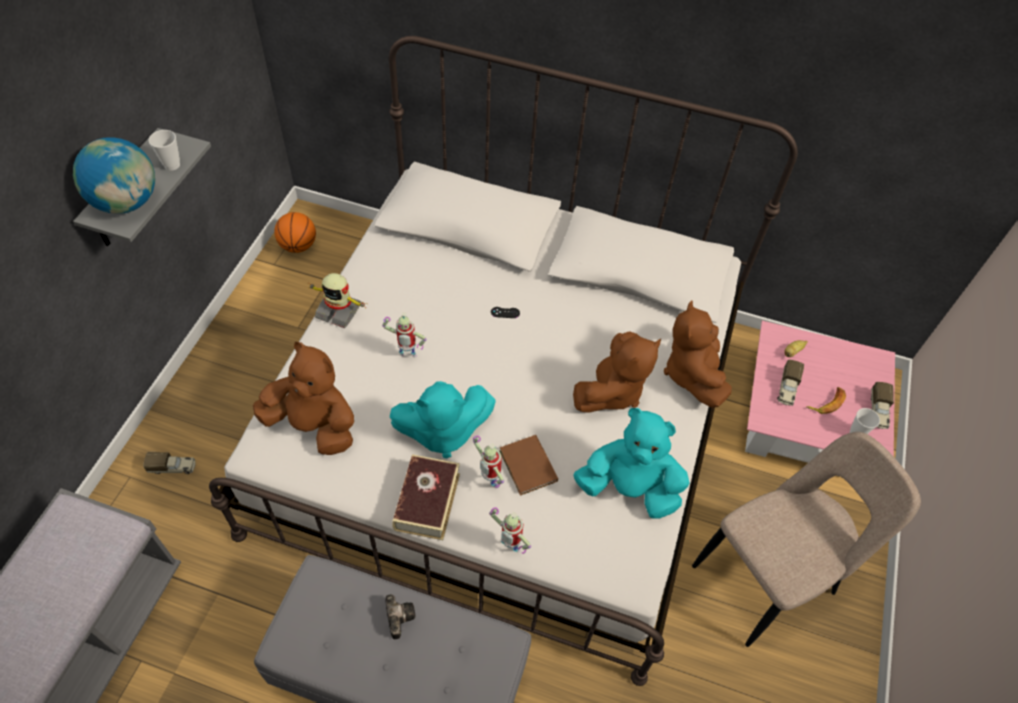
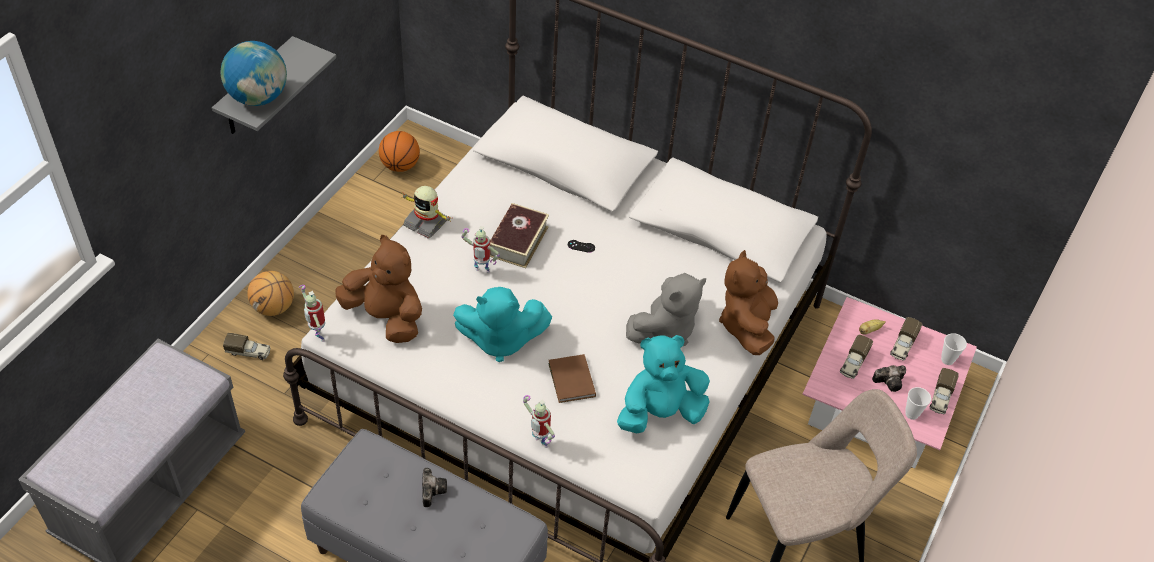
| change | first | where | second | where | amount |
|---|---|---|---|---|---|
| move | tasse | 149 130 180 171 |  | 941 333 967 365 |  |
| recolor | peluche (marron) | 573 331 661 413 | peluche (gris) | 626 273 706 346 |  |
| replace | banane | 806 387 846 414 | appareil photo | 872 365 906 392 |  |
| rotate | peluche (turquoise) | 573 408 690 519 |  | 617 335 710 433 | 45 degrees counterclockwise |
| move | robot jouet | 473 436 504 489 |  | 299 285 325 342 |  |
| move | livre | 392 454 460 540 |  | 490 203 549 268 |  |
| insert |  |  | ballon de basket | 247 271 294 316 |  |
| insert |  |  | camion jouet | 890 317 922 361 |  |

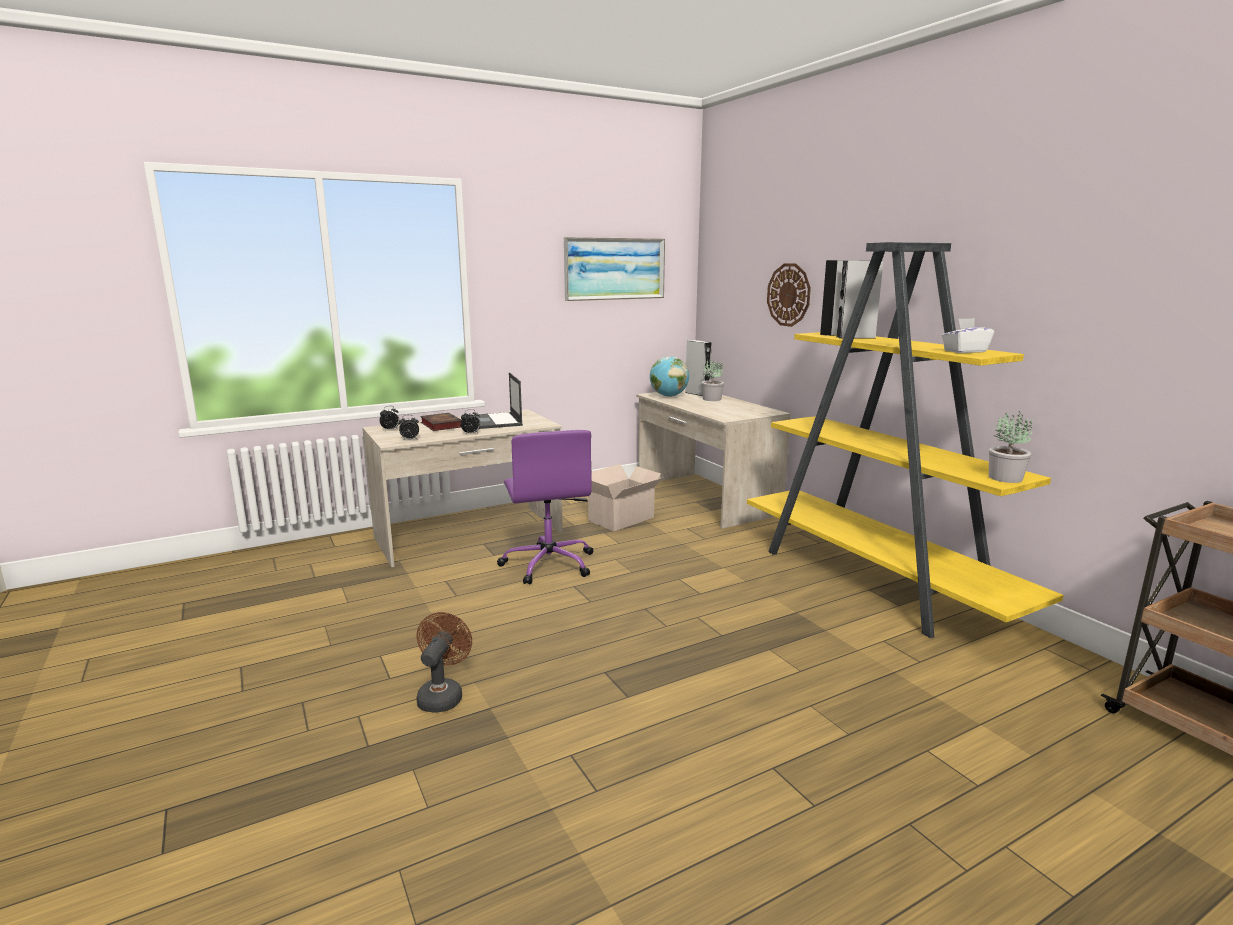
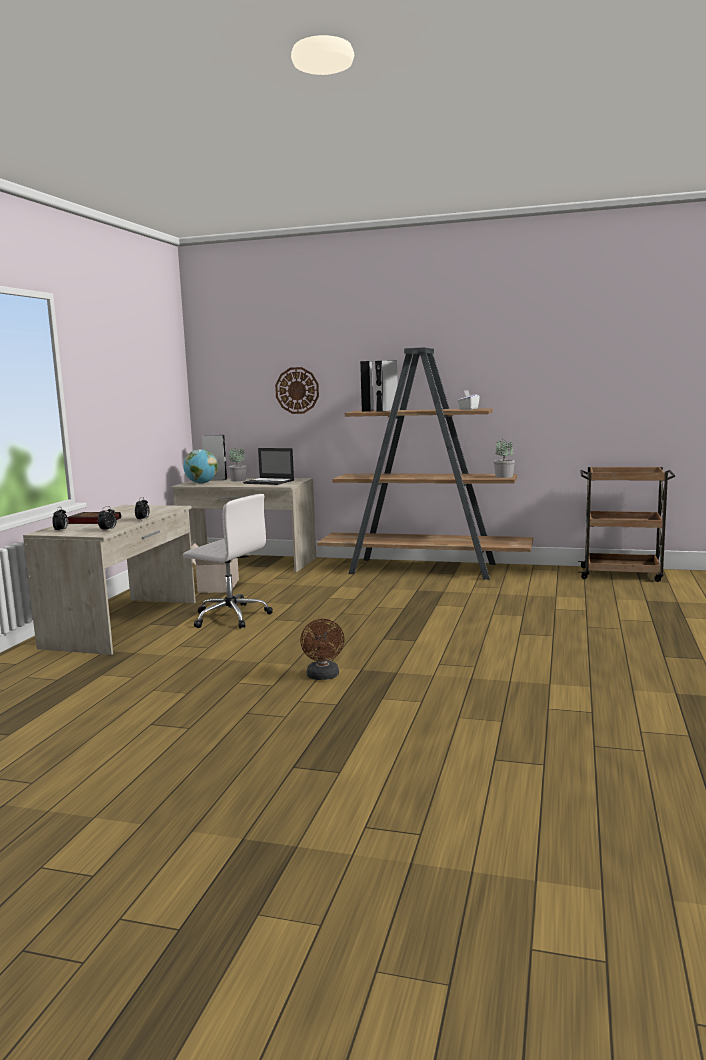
| change | first | where | second | where | amount |
|---|---|---|---|---|---|
| delete | tableau | 564 237 665 301 |  |  |  |
| recolor | bibliothèque (jaune) | 747 242 1064 638 | bibliothèque (marron) | 317 348 533 580 |  |
| move | ordinateur portable | 474 372 523 429 |  | 243 448 294 485 |  |
| recolor | chaise de bureau (violet) | 497 430 594 585 | chaise de bureau (blanc) | 183 494 273 629 |  |
| rotate | ventilateur (marron) | 416 612 472 713 |  | 300 619 344 680 | 150 degrees counterclockwise |

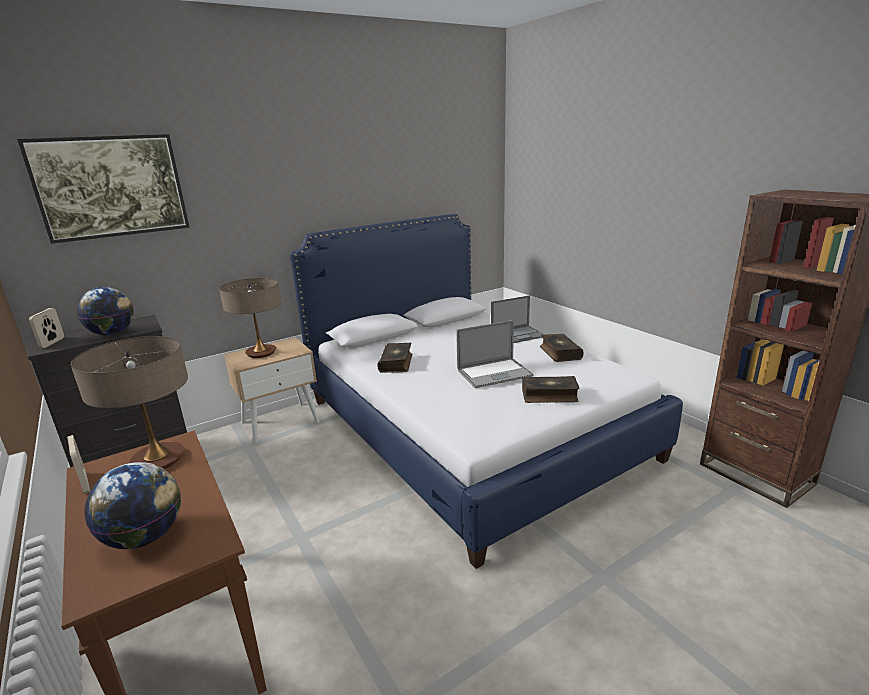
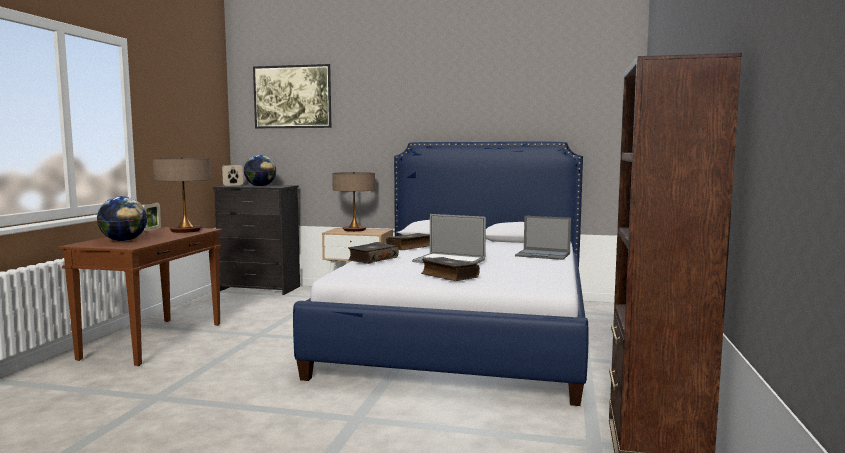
| change | first | where | second | where | amount |
|---|---|---|---|---|---|
| move | livre | 540 334 584 362 |  | 348 242 399 264 |  |

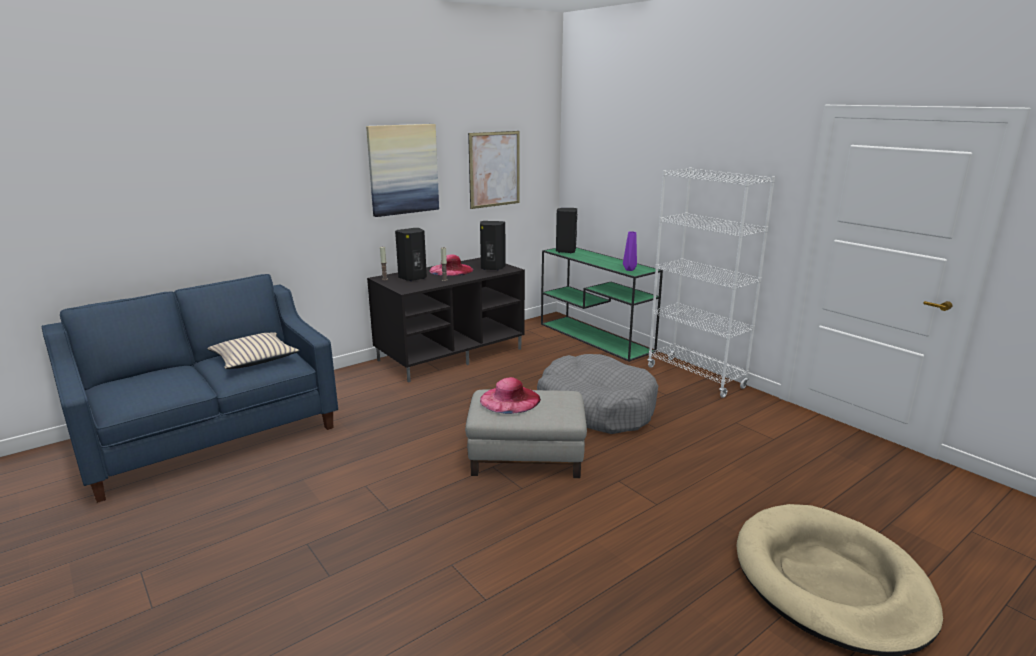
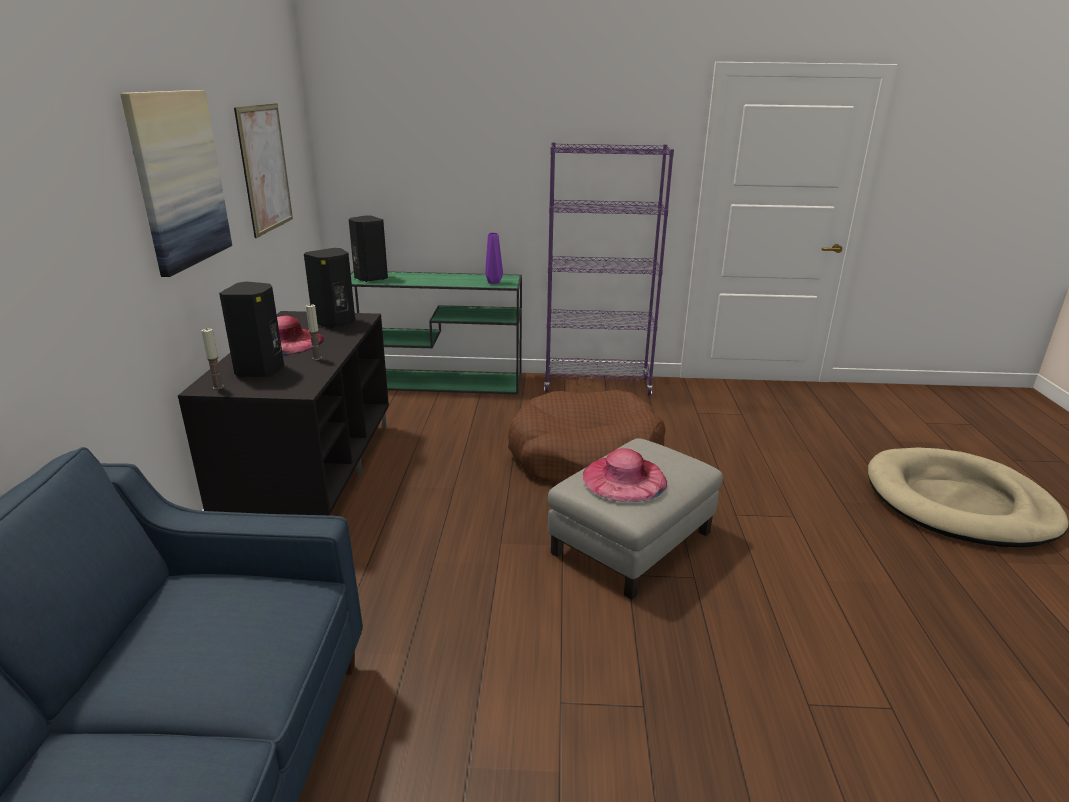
| change | first | where | second | where | amount |
|---|---|---|---|---|---|
| recolor | bibliothèque (blanc) | 648 167 775 398 | bibliothèque (violet) | 544 142 674 395 |  |
| delete | coussin (beige) | 207 332 300 369 |  |  |  |
| recolor | panier pour chien (gris) | 537 354 658 434 | panier pour chien (marron) | 508 390 666 483 |  |

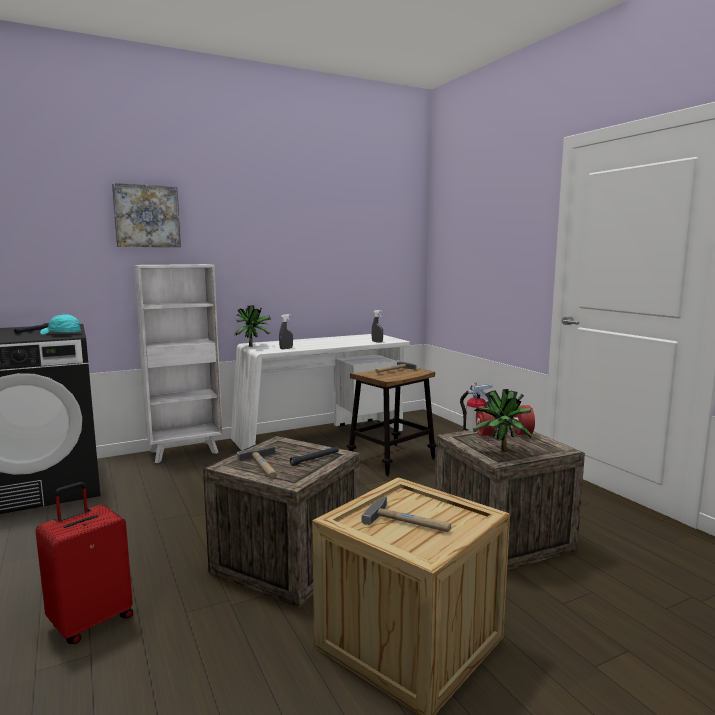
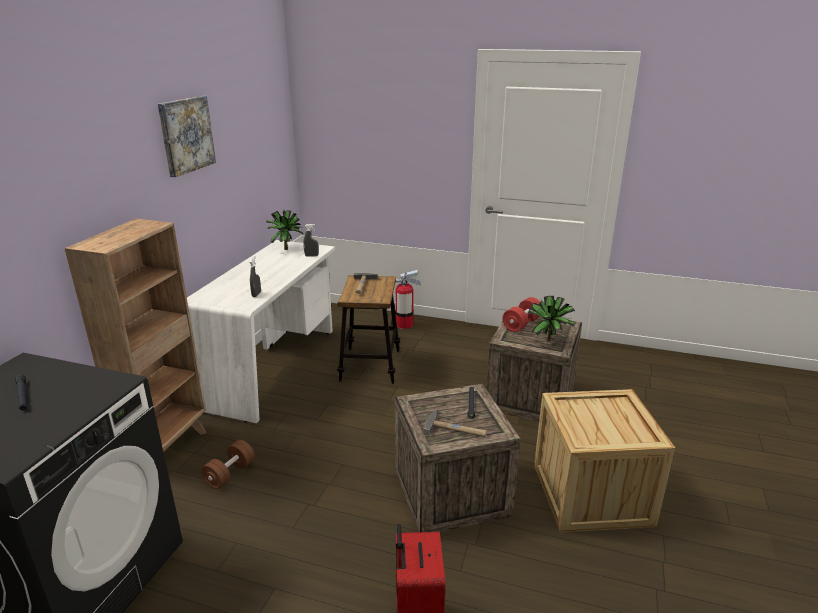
| change | first | where | second | where | amount |
|---|---|---|---|---|---|
| move | tableau | 112 183 181 247 |  | 158 96 216 177 |  |
| recolor | bibliothèque (blanc) | 134 264 222 463 | bibliothèque (marron) | 65 219 206 452 |  |
| move | plante en pot | 234 305 271 347 |  | 266 210 304 250 |  |
| delete | casquette (turquoise) | 40 314 81 335 |  |  |  |
| delete | marteau | 361 496 451 532 |  |  |  |
| insert |  |  | haltère (marron) | 201 440 255 489 |  |

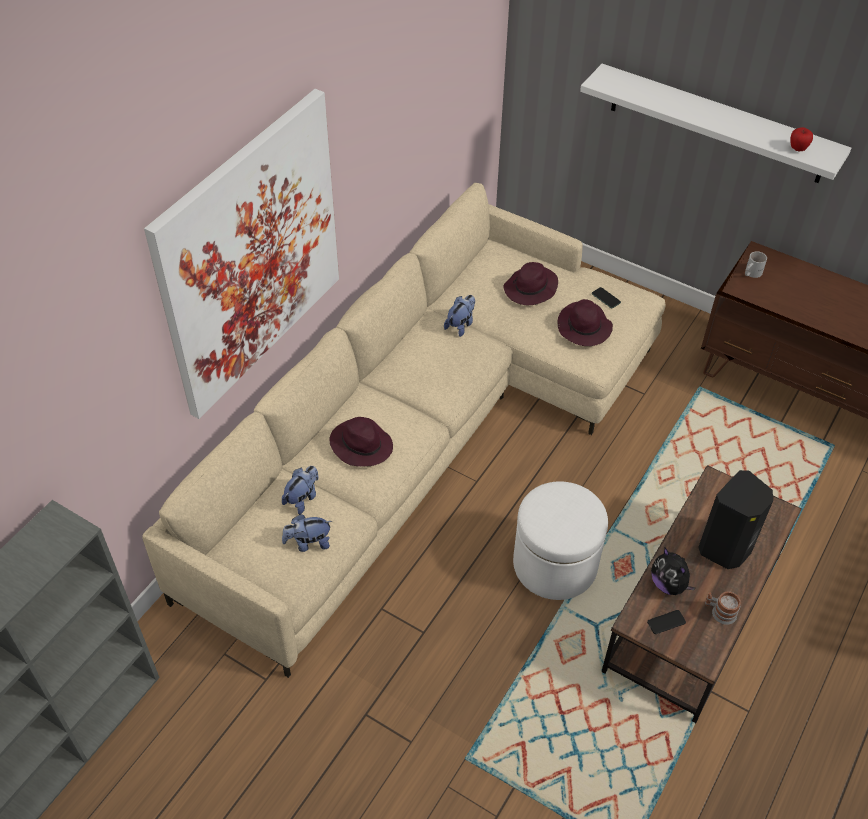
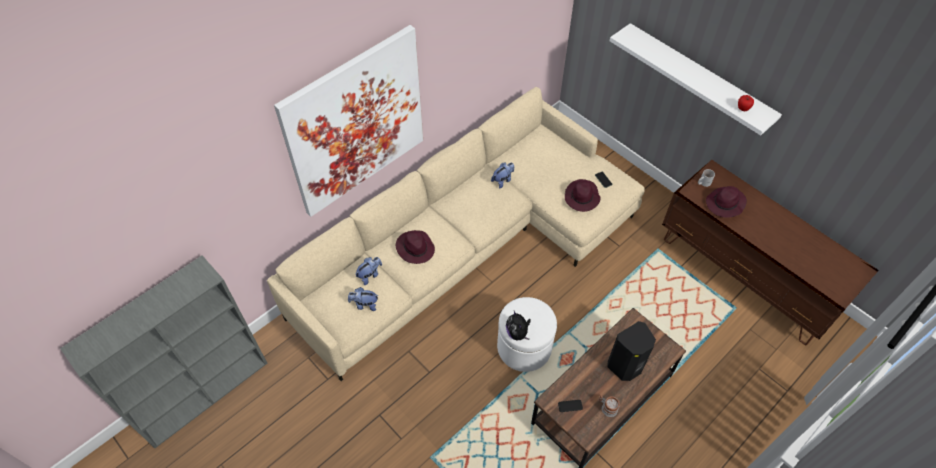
| change | first | where | second | where | amount |
|---|---|---|---|---|---|
| move | chapeau (violet) | 503 262 558 305 |  | 706 186 747 218 |  |
| move | peluche | 651 548 695 595 |  | 506 311 531 340 |  |

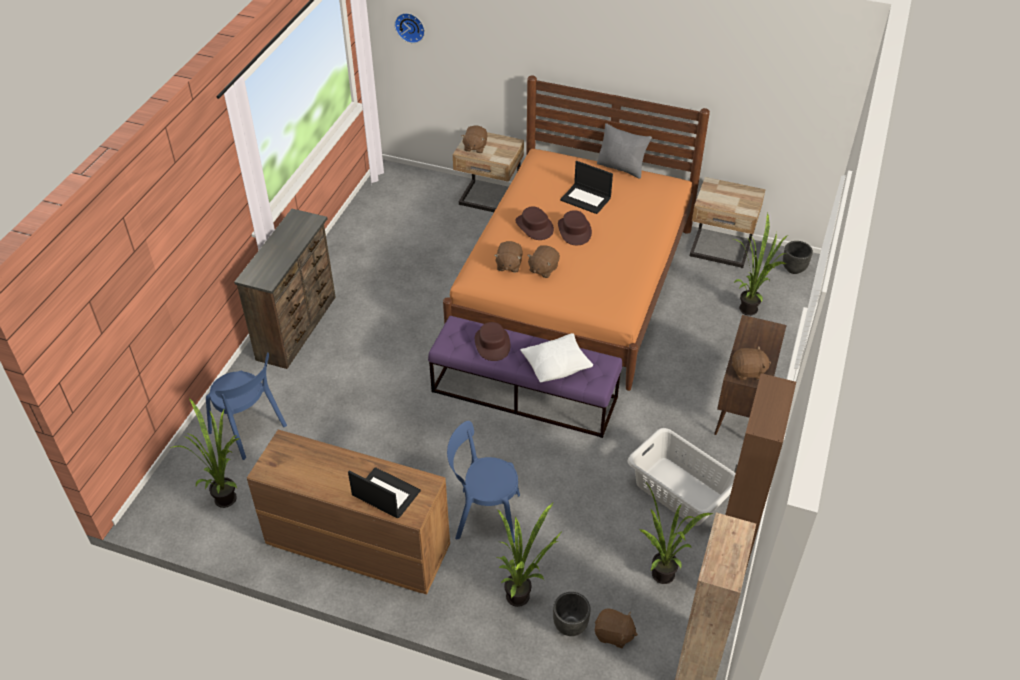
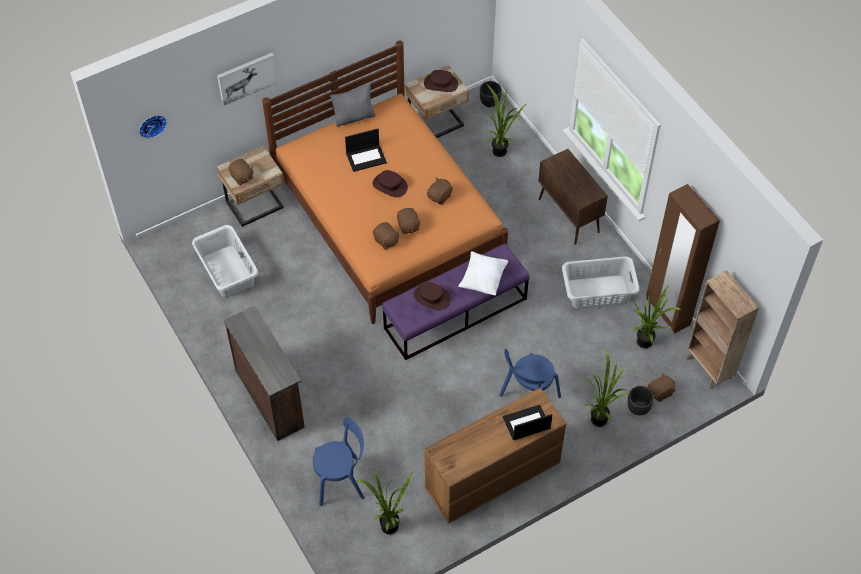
| change | first | where | second | where | amount |
|---|---|---|---|---|---|
| move | chapeau (marron) | 515 206 554 240 |  | 424 70 458 92 |  |
| move | peluche (marron) | 732 346 771 380 |  | 427 178 453 205 |  |
| insert |  |  | tableau | 217 53 278 106 |  |
| insert |  |  | panier à linge (gris) | 192 225 259 297 |  |

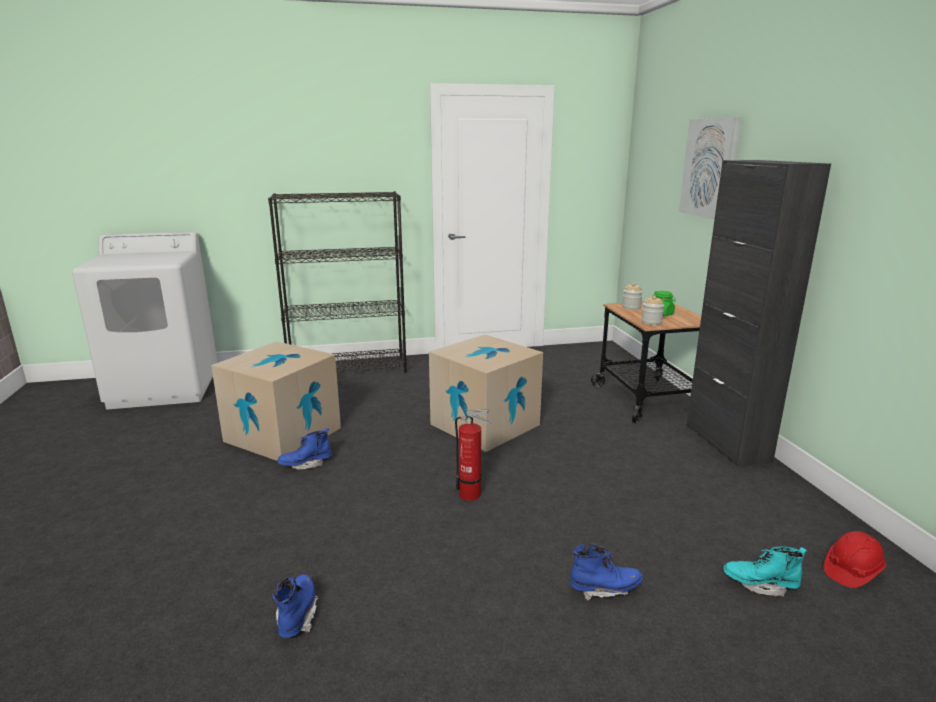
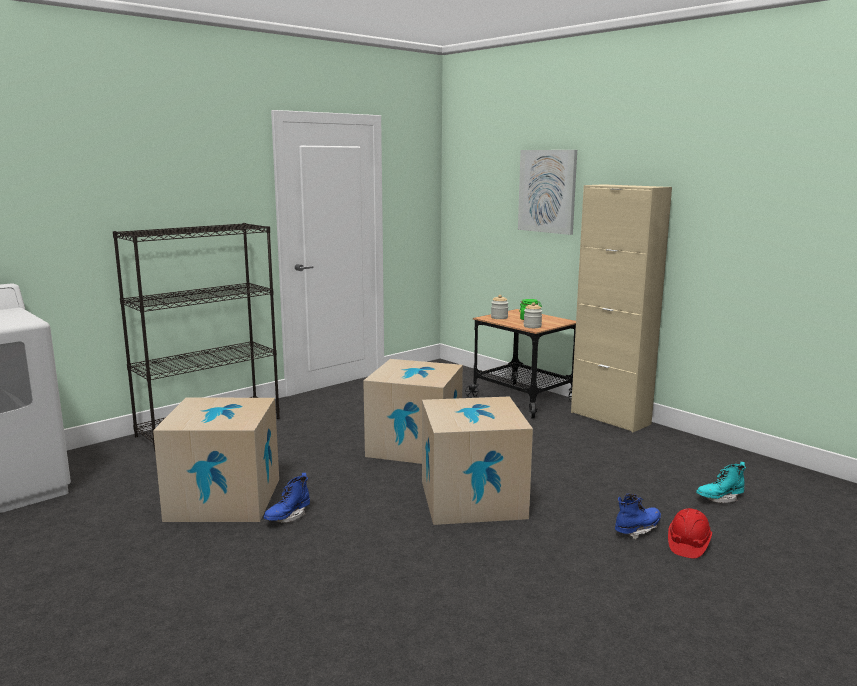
| change | first | where | second | where | amount |
|---|---|---|---|---|---|
| recolor | meuble de rangement (noir) | 686 160 831 466 | meuble de rangement (beige) | 571 184 672 433 |  |
| replace | extincteur | 455 409 491 501 | carton | 422 396 533 525 |  |
| move | casque de chantier (rouge) | 824 531 886 588 |  | 668 508 712 558 |  |
| delete | botte (bleu) | 273 574 319 638 |  |  |  |

